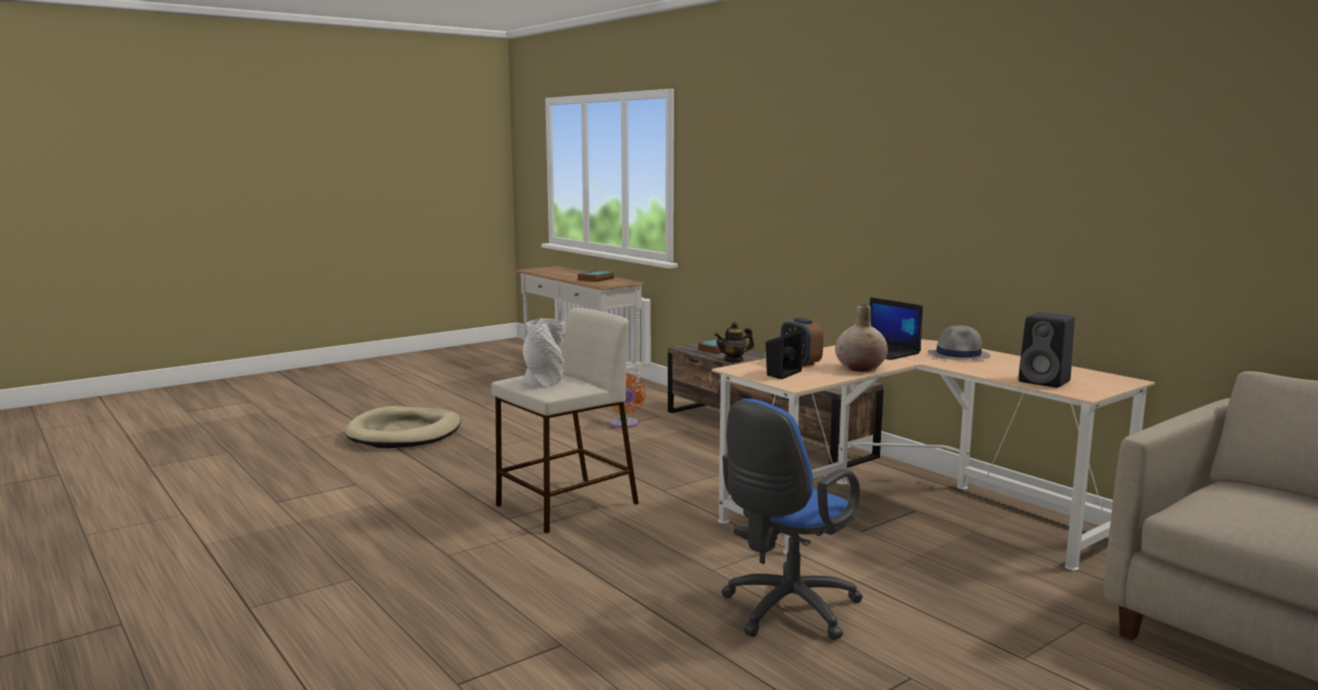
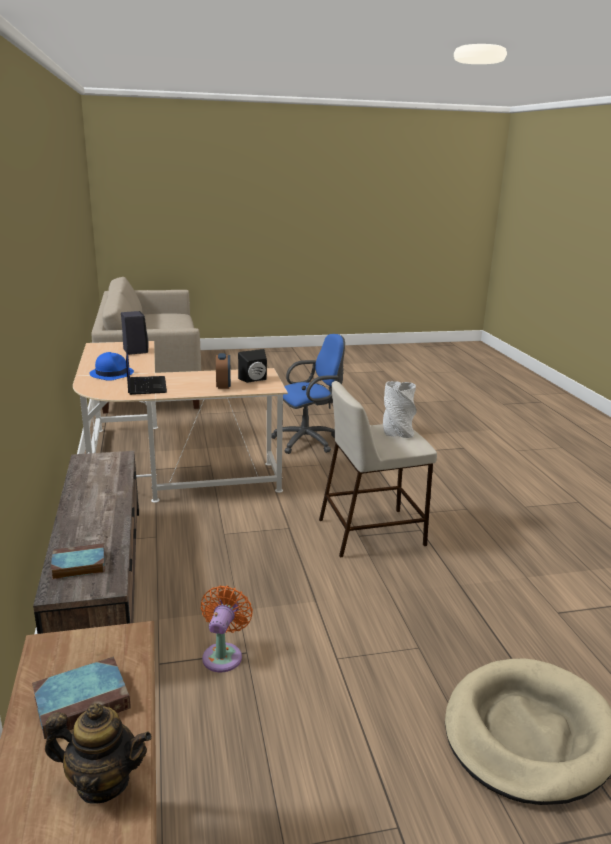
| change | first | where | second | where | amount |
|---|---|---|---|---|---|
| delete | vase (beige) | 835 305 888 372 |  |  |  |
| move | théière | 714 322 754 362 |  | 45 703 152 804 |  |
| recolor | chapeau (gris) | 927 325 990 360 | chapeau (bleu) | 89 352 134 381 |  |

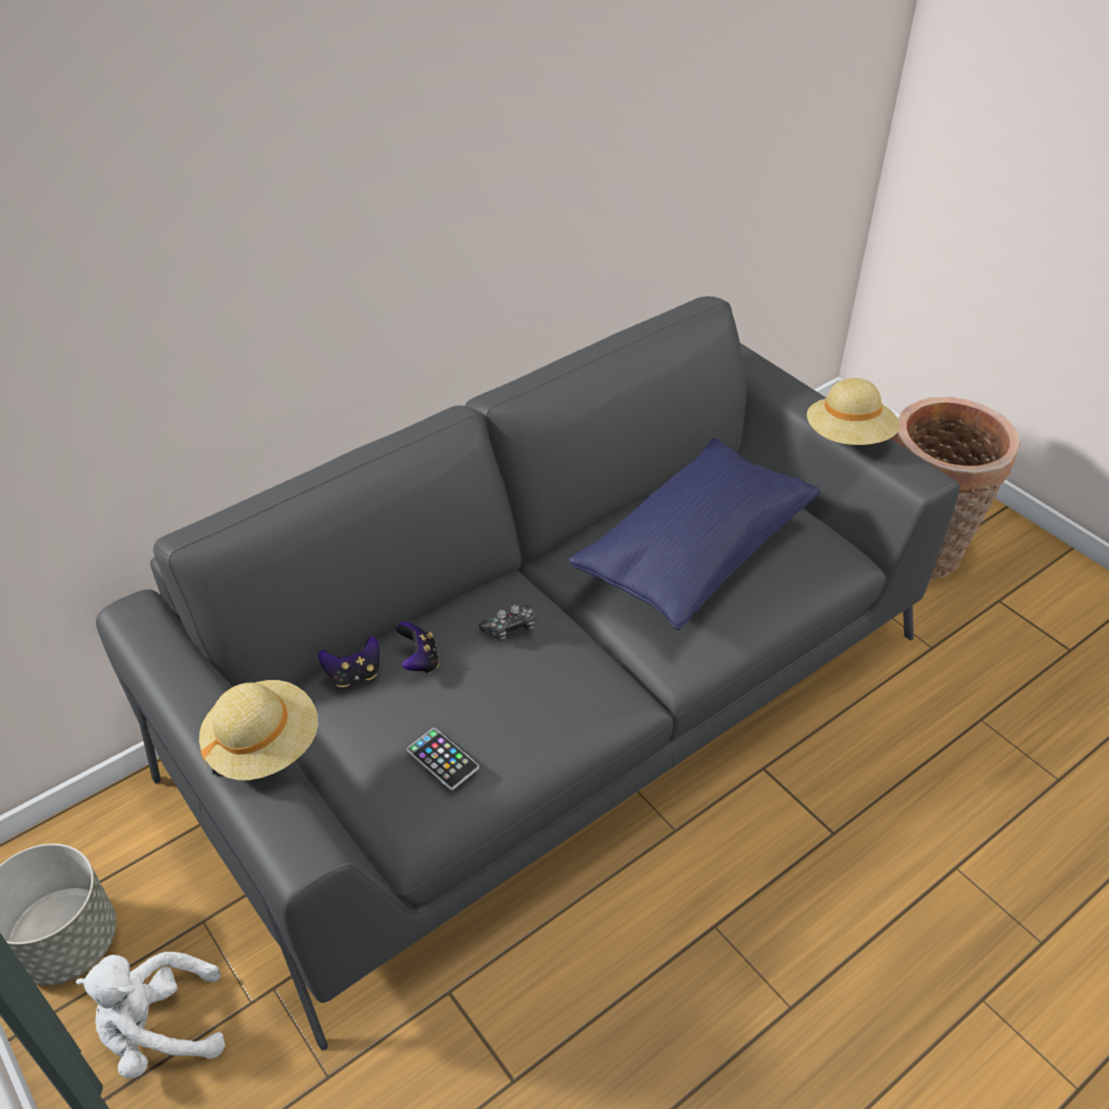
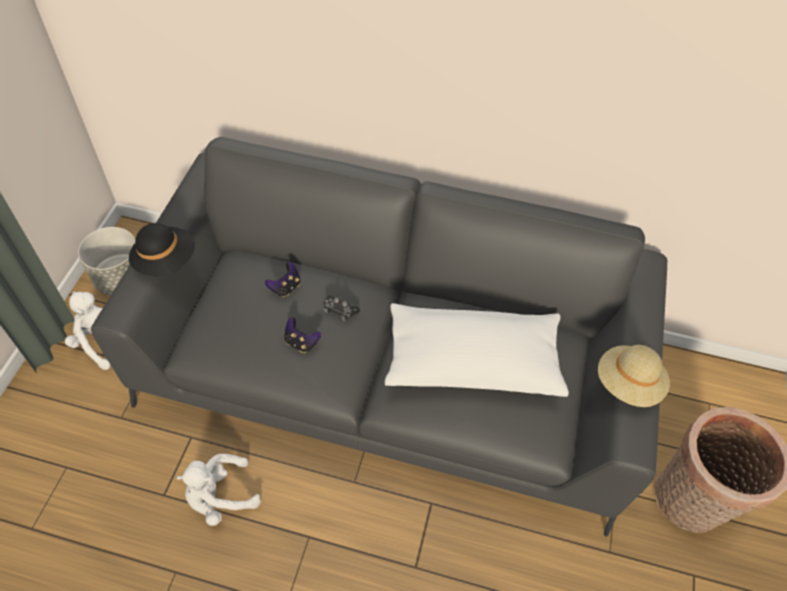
| change | first | where | second | where | amount |
|---|---|---|---|---|---|
| recolor | coussin (bleu) | 569 438 820 630 | coussin (blanc) | 385 303 569 397 |  |
| move | manette | 318 636 380 687 |  | 285 317 321 353 |  |
| recolor | chapeau (beige) | 199 680 318 780 | chapeau (noir) | 129 223 195 276 |  |
| delete | téléphone | 407 728 479 790 |  |  |  |
| insert |  |  | peluche (blanc) | 177 454 261 526 |  |

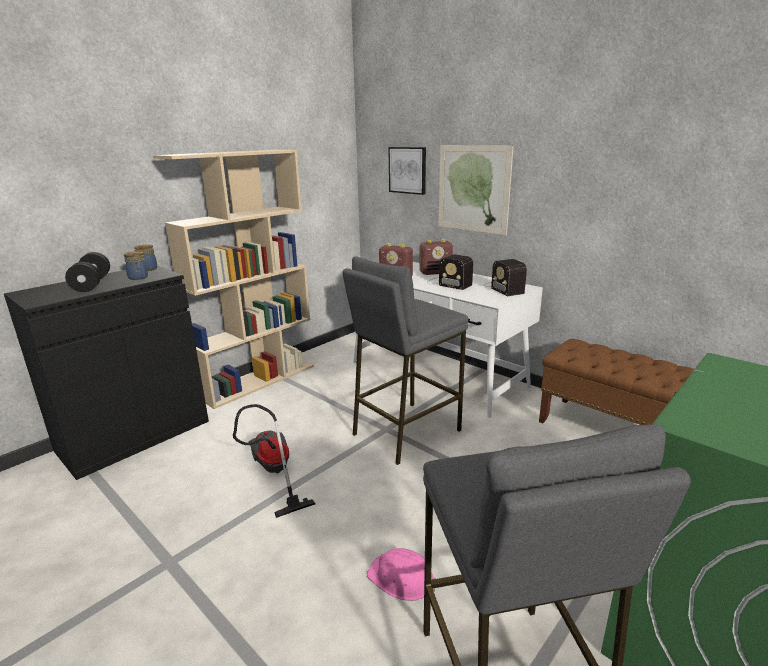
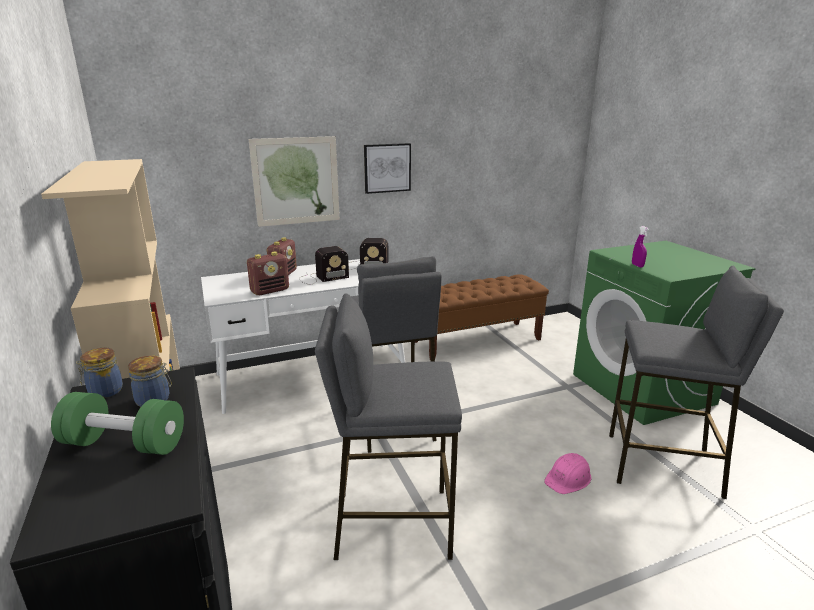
| change | first | where | second | where | amount |
|---|---|---|---|---|---|
| move | tableau | 389 147 426 195 |  | 364 143 411 194 |  |
| recolor | haltère (noir) | 65 252 110 292 | haltère (vert) | 51 392 184 455 |  |
| replace | aspirateur | 233 404 316 518 | tabouret (gris) | 315 294 462 560 |  |
| insert |  |  | vaporisateur (violet) | 632 226 649 267 |  |

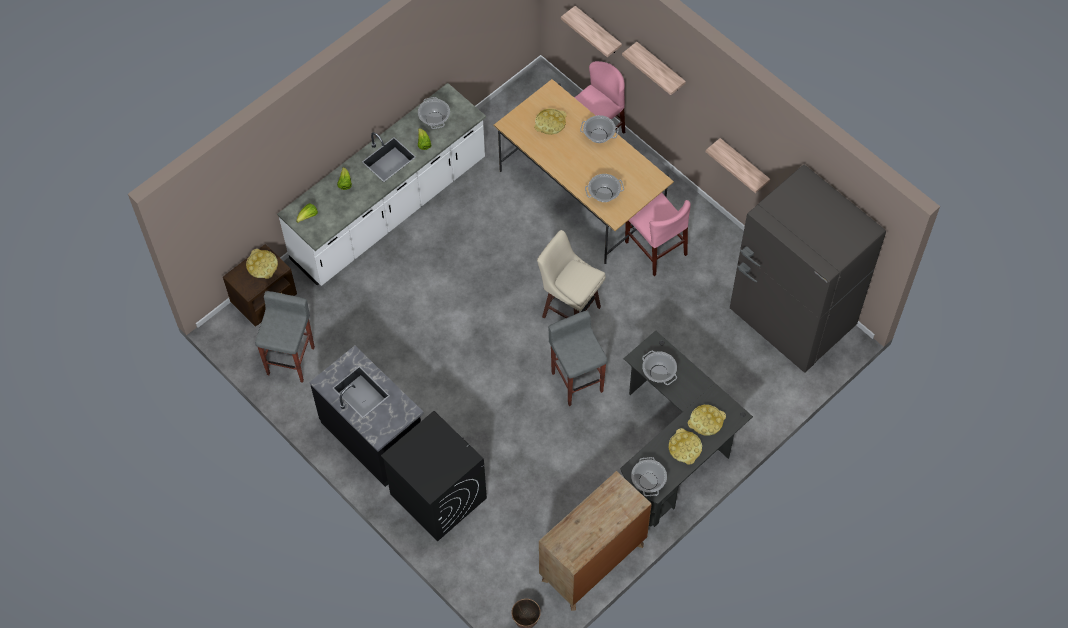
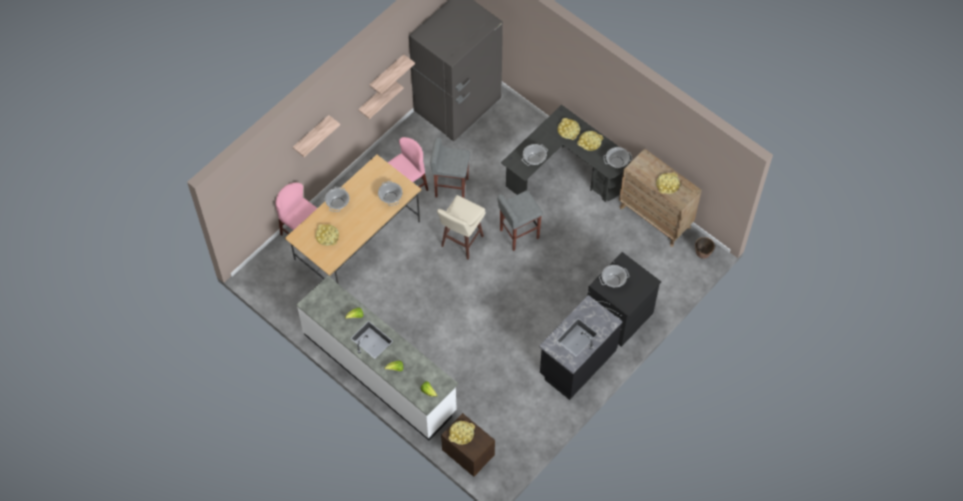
| change | first | where | second | where | amount |
|---|---|---|---|---|---|
| move | étagère | 561 6 622 57 |  | 369 54 415 95 |  |
| move | marmite | 418 97 450 129 |  | 599 265 629 287 |  |
| move | tabouret (gris) | 255 291 315 383 |  | 430 137 470 198 |  |
| insert |  |  | plateau (jaune) | 656 173 680 194 |  |

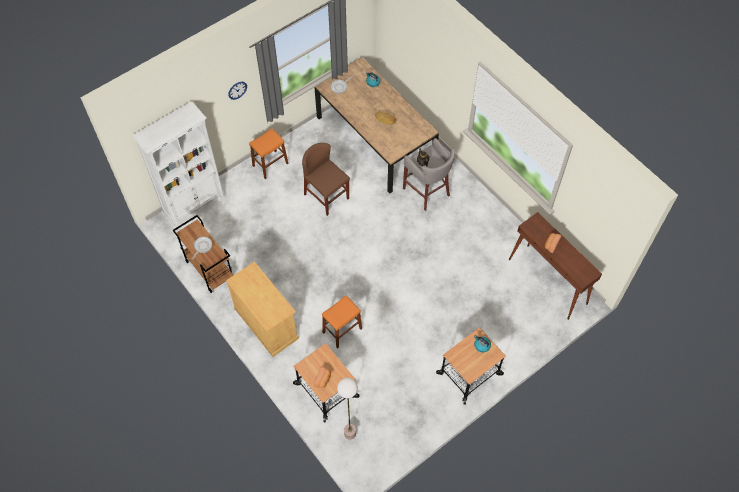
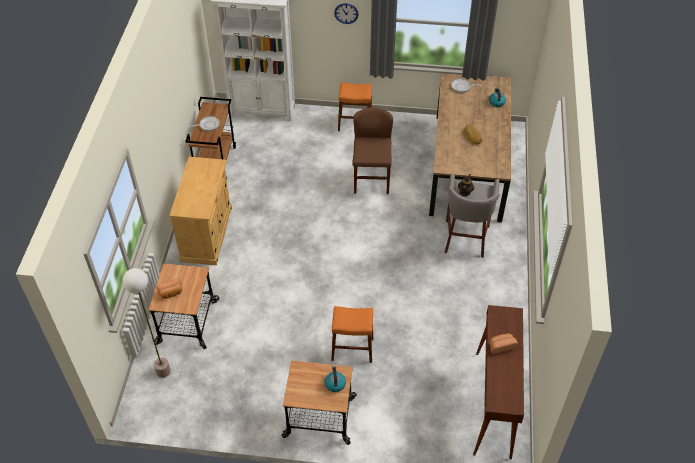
| change | first | where | second | where | amount |
|---|---|---|---|---|---|
| move | tabouret (orange) | 322 295 362 348 |  | 331 306 373 363 |  |

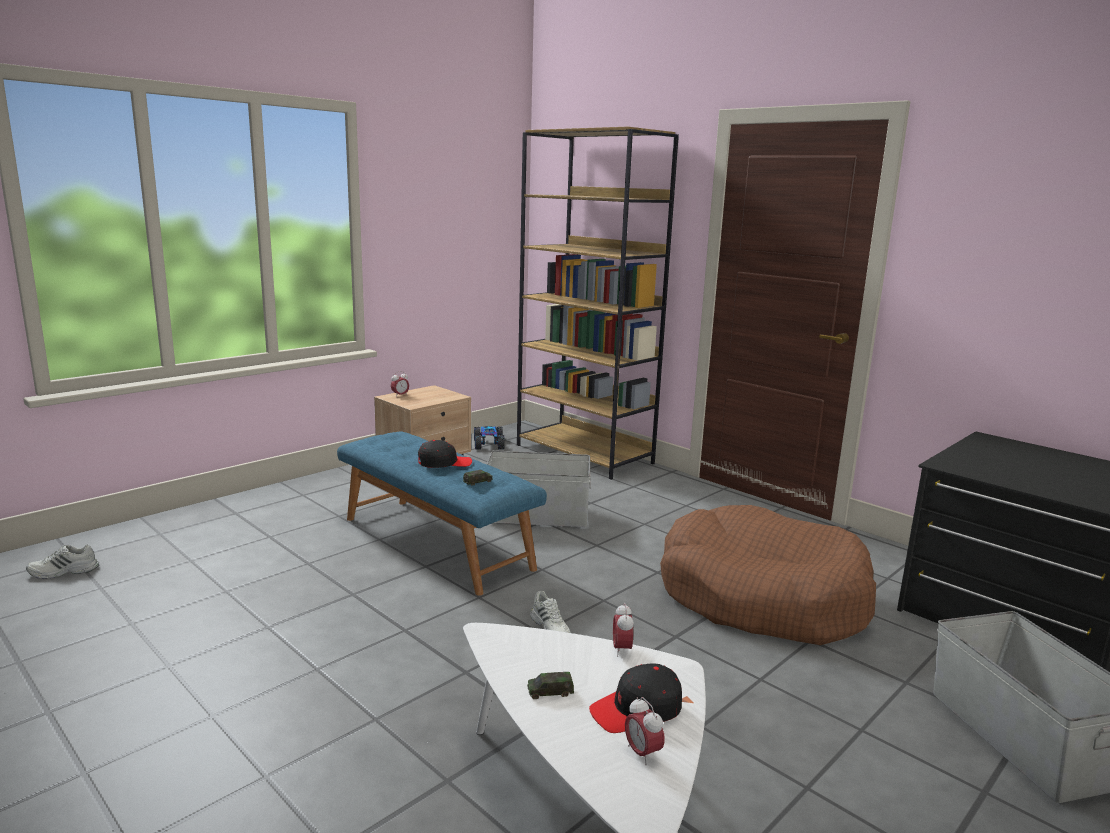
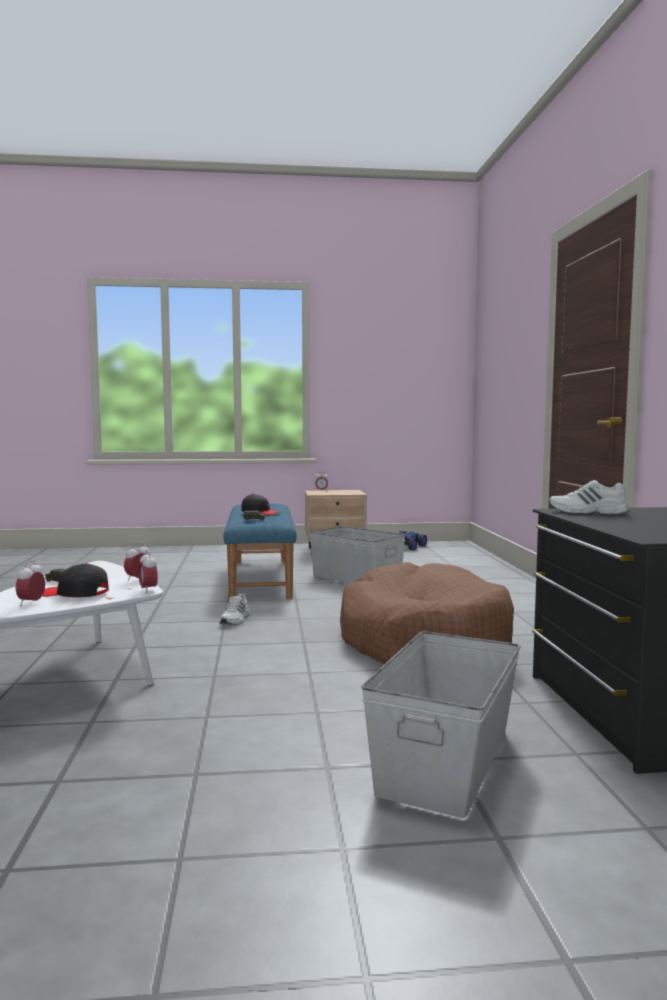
| change | first | where | second | where | amount |
|---|---|---|---|---|---|
| delete | bibliothèque (marron) | 517 127 679 480 |  |  |  |
| move | chaussure (blanc) | 26 544 99 579 |  | 549 480 629 515 |  |
| insert |  |  | réveil | 138 551 158 593 |  |

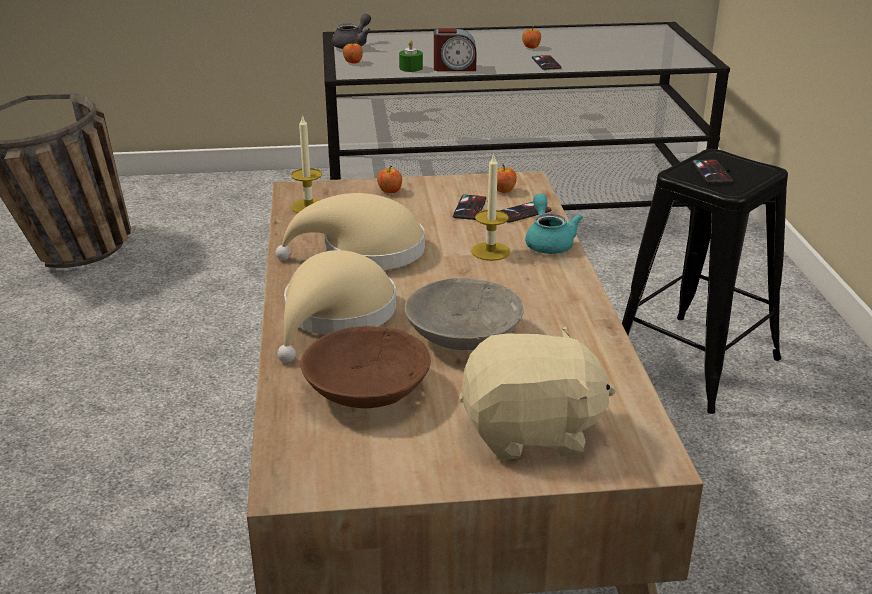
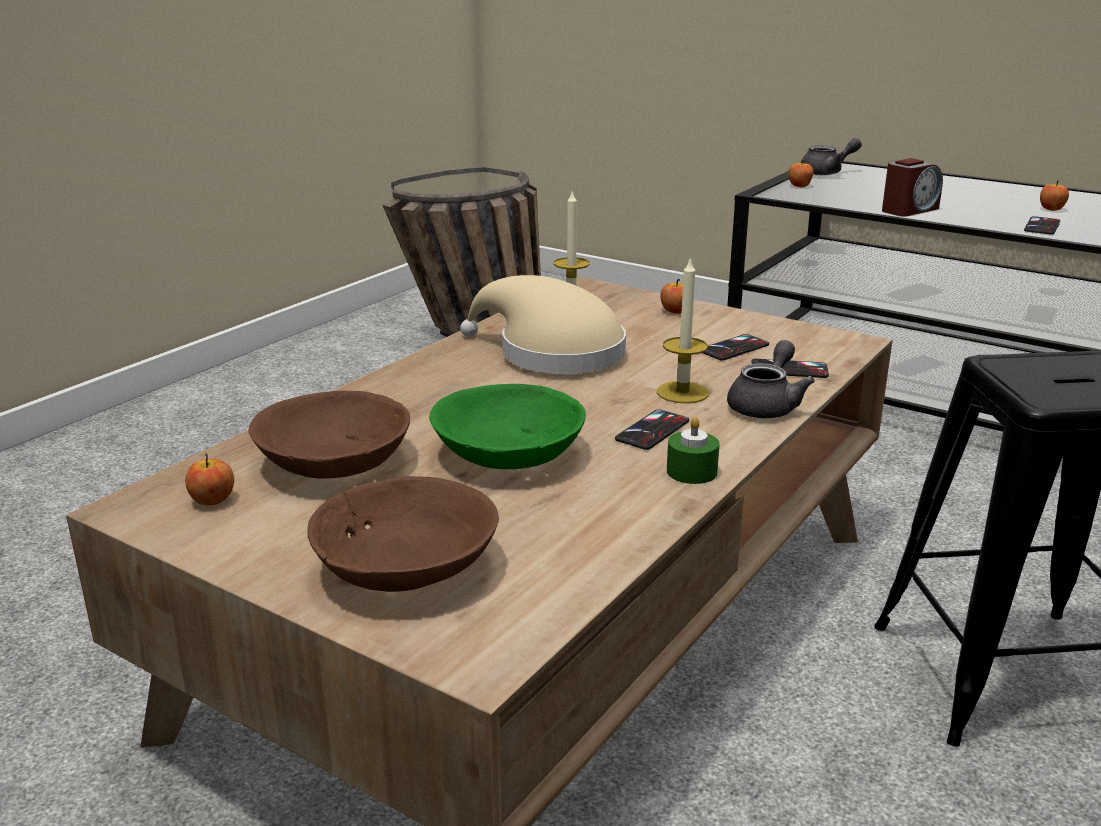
| change | first | where | second | where | amount |
|---|---|---|---|---|---|
| rotate | réveil | 434 28 477 71 |  | 882 158 943 216 | 75 degrees counterclockwise |
| move | bougie (vert) | 399 40 423 72 |  | 667 417 720 484 |  |
| move | téléphone | 692 160 733 184 |  | 615 409 689 450 |  |
| move | pomme | 497 165 517 193 |  | 185 453 234 506 |  |
| recolor | théière (turquoise) | 525 194 583 254 | théière (gris) | 727 340 815 418 |  |
| delete | chapeau (beige) | 277 250 396 363 |  |  |  |
| recolor | bol (gris) | 404 278 524 350 | bol (vert) | 429 384 586 469 |  |
| replace | peluche (beige) | 459 326 616 460 | bol (marron) | 307 476 499 592 |  |

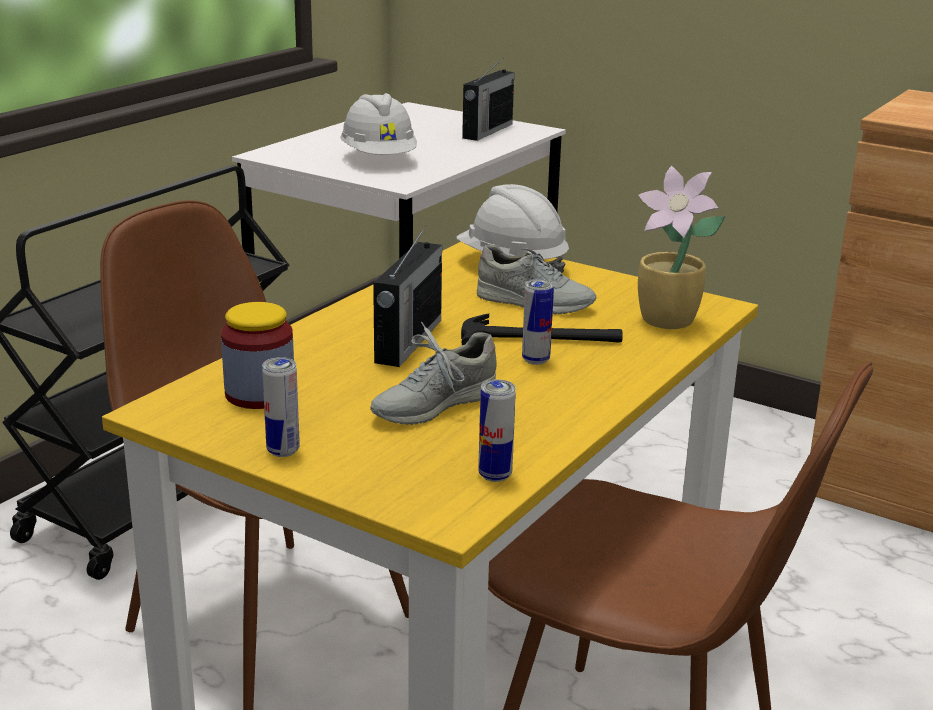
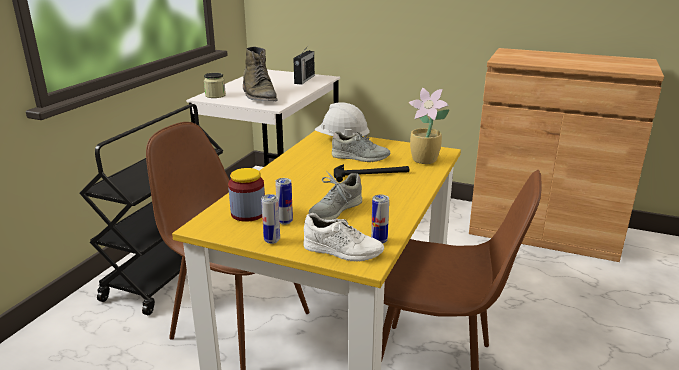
| change | first | where | second | where | amount |
|---|---|---|---|---|---|
| replace | casque de chantier (blanc) | 340 93 417 155 | botte (vert) | 243 47 278 102 |  |
| delete | radio | 373 225 442 367 |  |  |  |
| move | boîte métallique | 522 279 554 365 |  | 275 178 293 225 |  |
| insert |  |  | bocal | 204 73 226 98 |  |
| insert |  |  | chaussure (blanc) | 304 213 384 262 |  |

